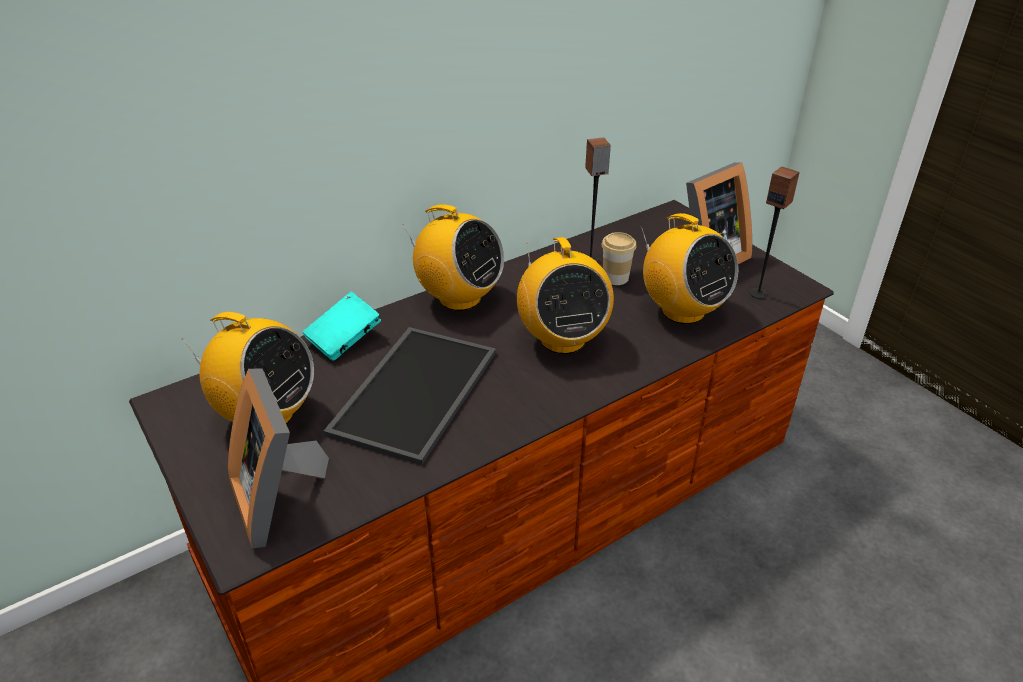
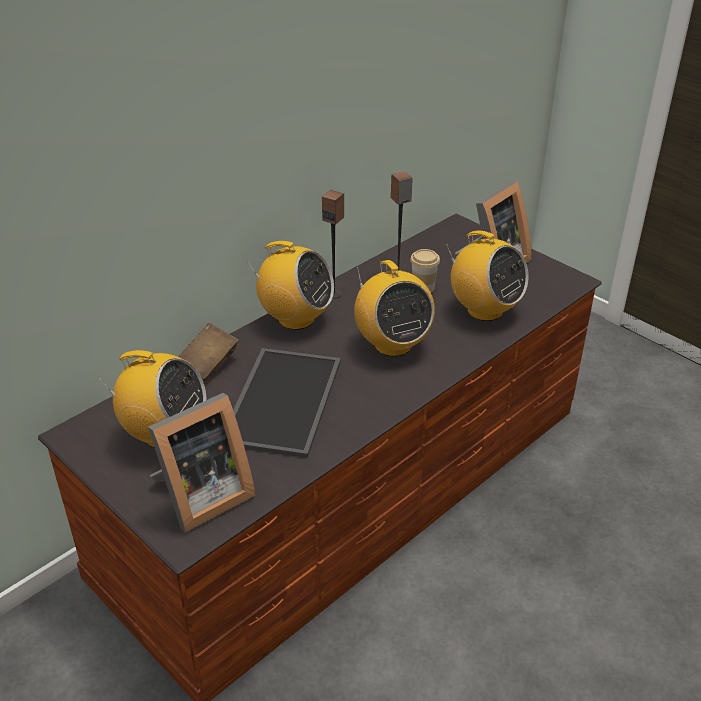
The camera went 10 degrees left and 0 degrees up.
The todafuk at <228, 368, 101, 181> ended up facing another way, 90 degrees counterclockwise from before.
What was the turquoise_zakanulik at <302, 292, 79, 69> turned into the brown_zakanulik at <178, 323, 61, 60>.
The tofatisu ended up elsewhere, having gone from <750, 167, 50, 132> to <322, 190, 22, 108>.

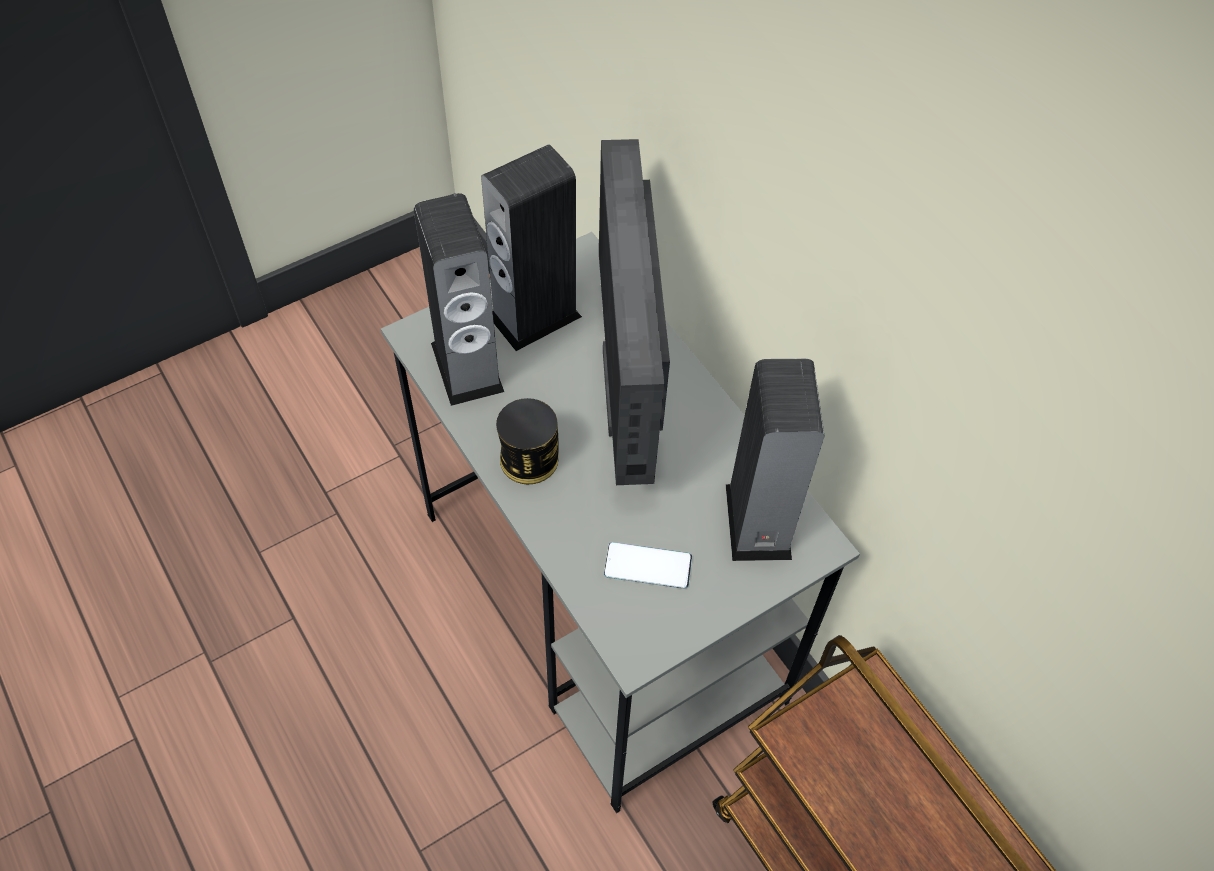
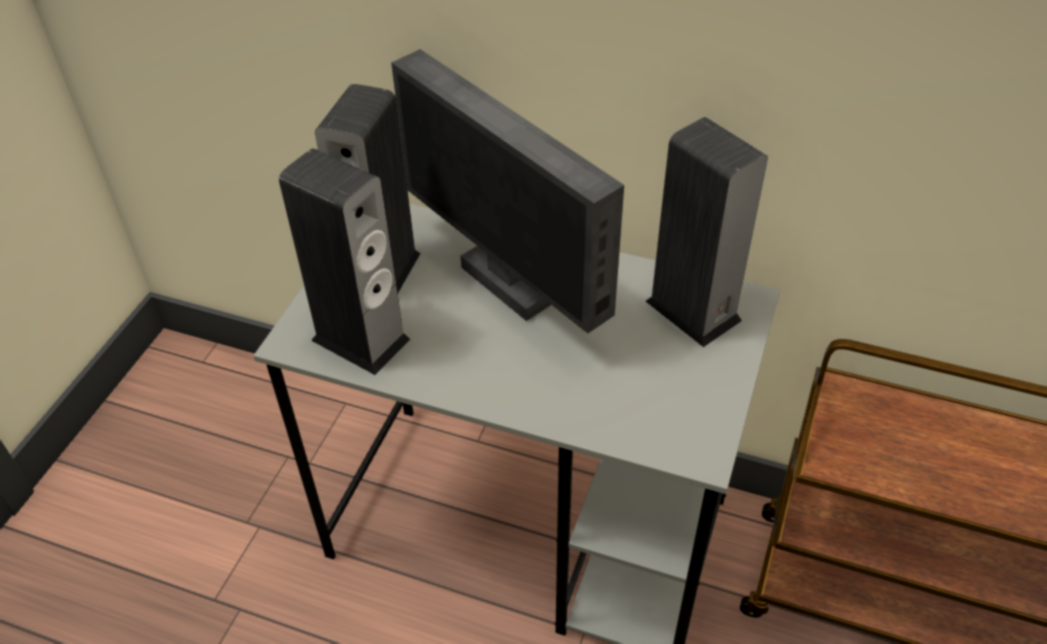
The camera went 35 degrees left and 10 degrees down.
The second view lost the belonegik at <496, 398, 63, 86>.
The second view lost the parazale at <604, 542, 88, 47>.

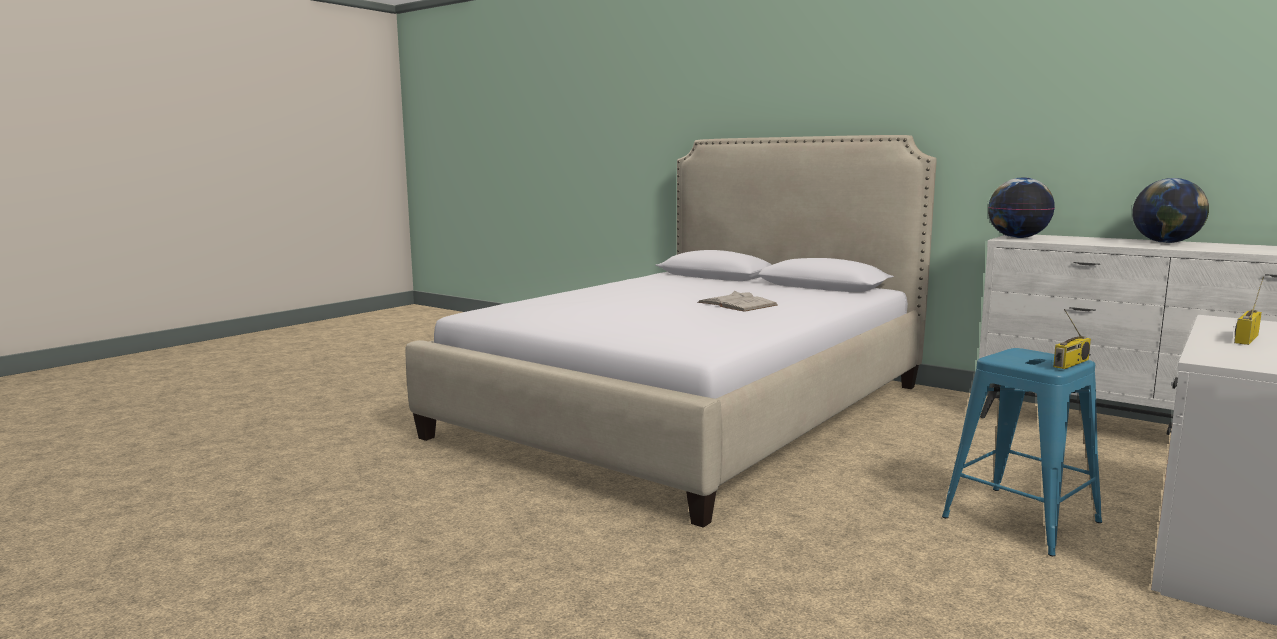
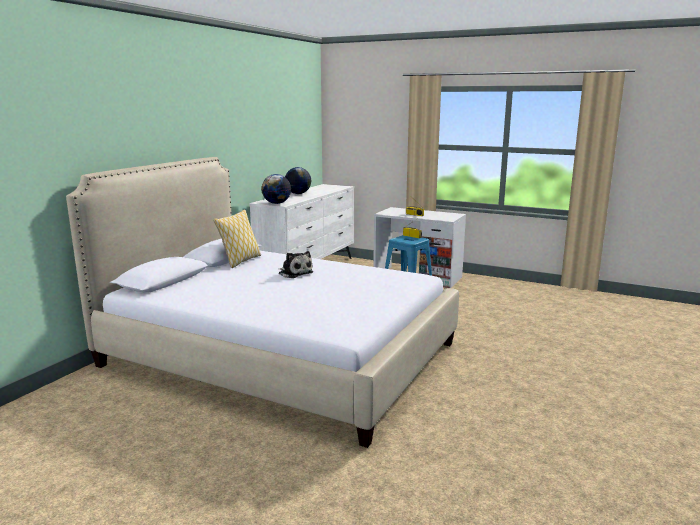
The camera went 100 degrees left and 5 degrees up.
Where the white_zakanulik stood at <697, 291, 80, 21>, the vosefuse came to stand at <279, 251, 34, 27>.
The second view gained the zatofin at <213, 210, 48, 58>.

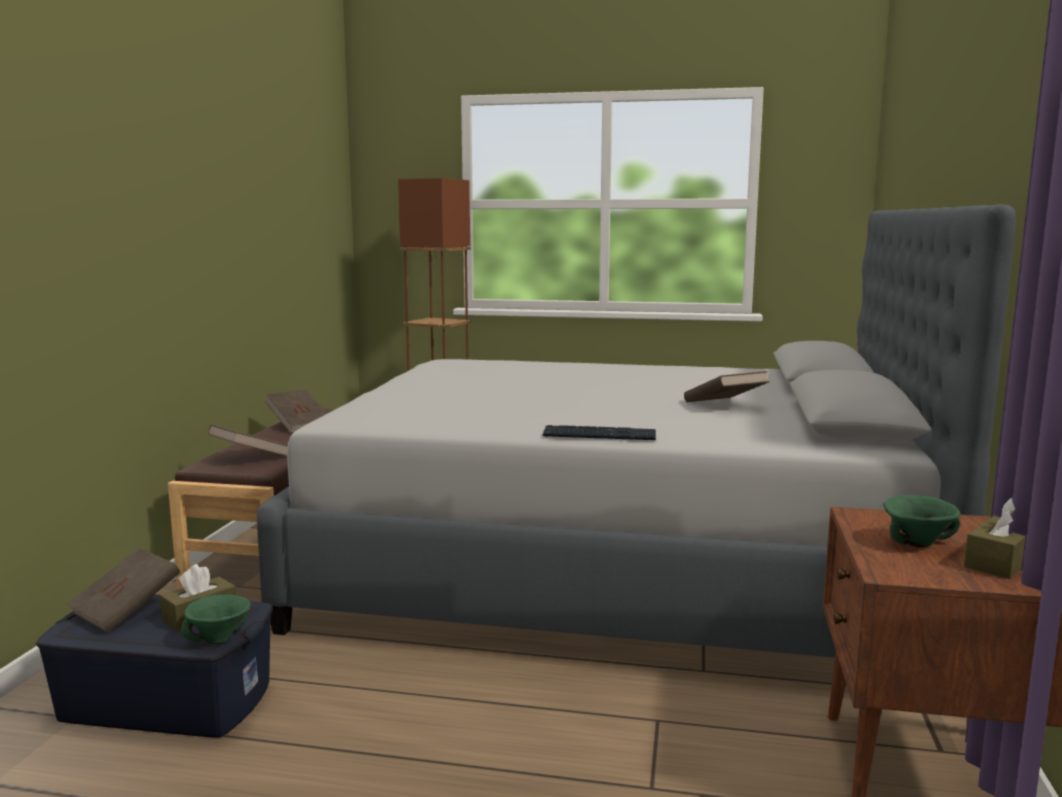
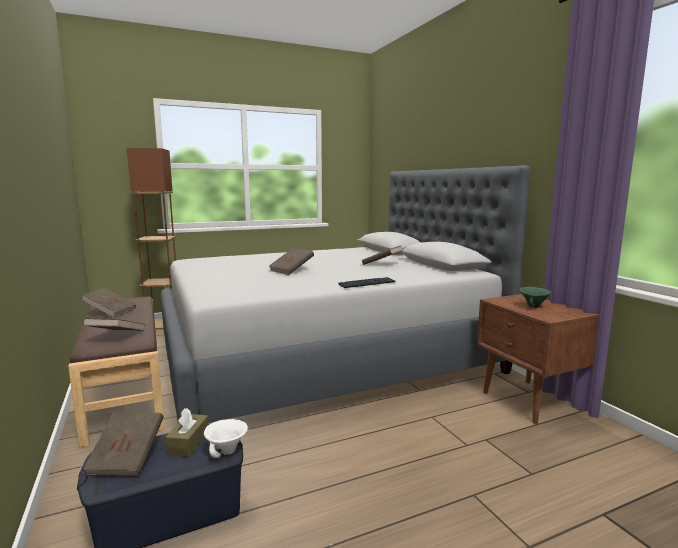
The camera went 35 degrees left and 0 degrees up.
What was the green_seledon at <181, 594, 70, 50> turned into the white_seledon at <204, 419, 44, 39>.
The second view lost the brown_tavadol at <964, 498, 61, 81>.
The second view gained the brown_zakanulik at <269, 248, 45, 27>.

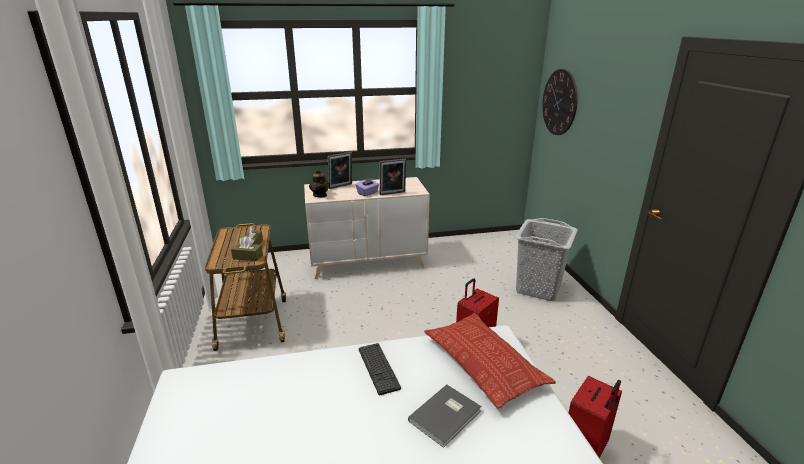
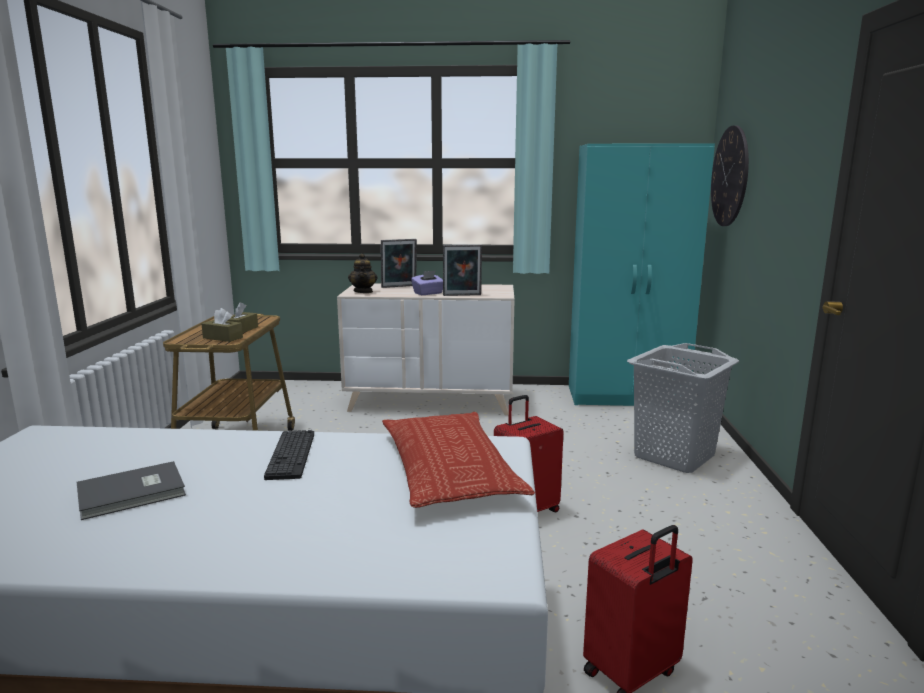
The camera went 15 degrees right and 10 degrees down.
The grey_zakanulik ended up elsewhere, having gone from <408, 385, 73, 63> to <77, 461, 109, 59>.
The second view gained the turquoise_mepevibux at <569, 143, 146, 263>.

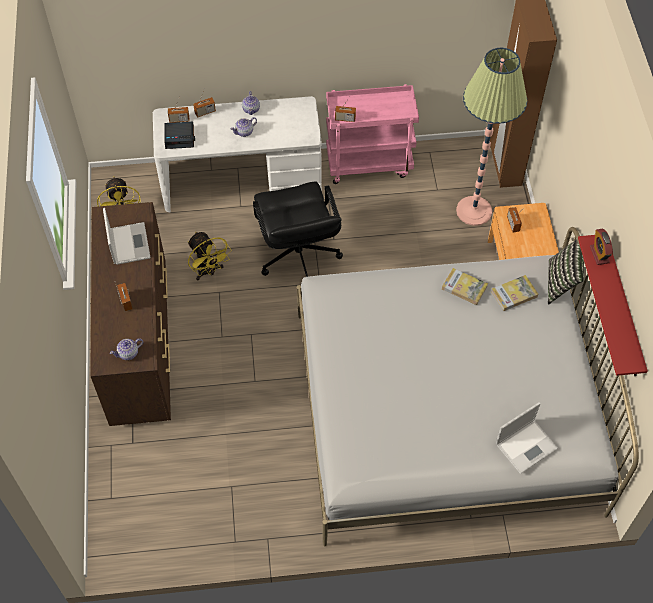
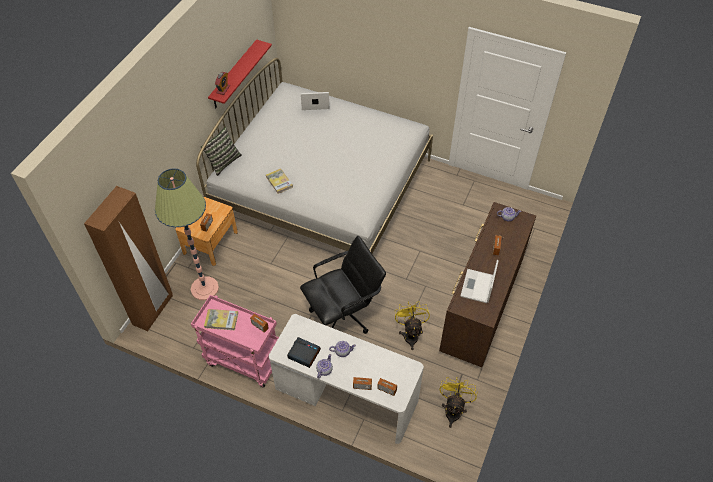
The camera went 150 degrees left and 5 degrees down.
The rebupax ended up elsewhere, having gone from <164, 122, 31, 27> to <287, 337, 34, 31>.
The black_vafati at <253, 182, 90, 95> ended up facing another way, 45 degrees clockwise from before.
The zakanulik ended up elsewhere, having gone from <491, 275, 47, 36> to <204, 309, 34, 21>.

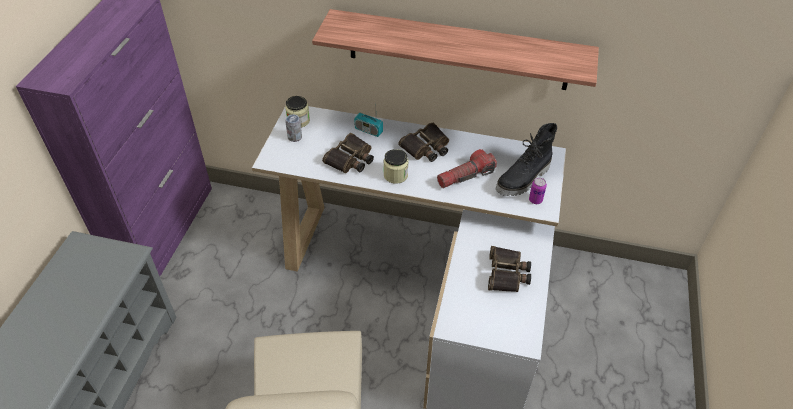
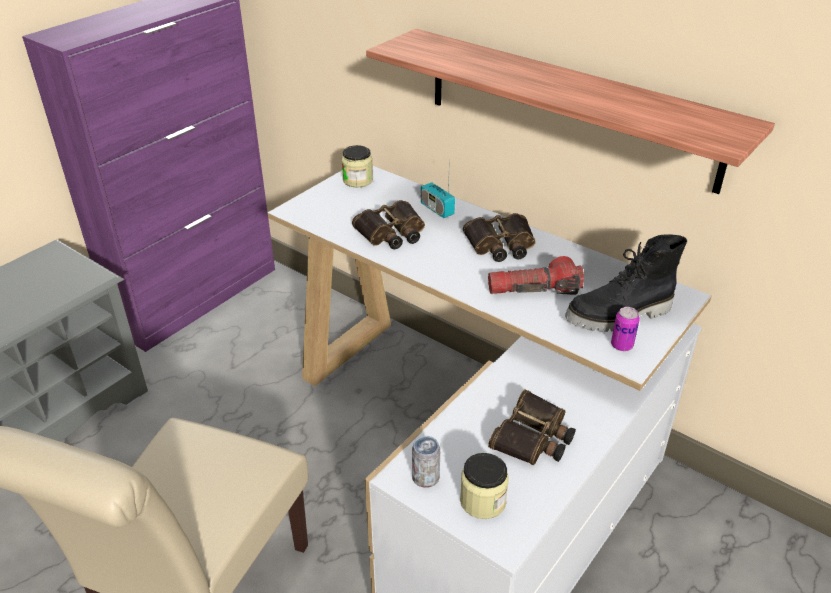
The camera went 25 degrees right and 10 degrees down.
The belonegik ended up elsewhere, having gone from <285, 114, 17, 28> to <412, 436, 28, 52>.
The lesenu ended up elsewhere, having gone from <384, 149, 24, 35> to <460, 453, 49, 66>.

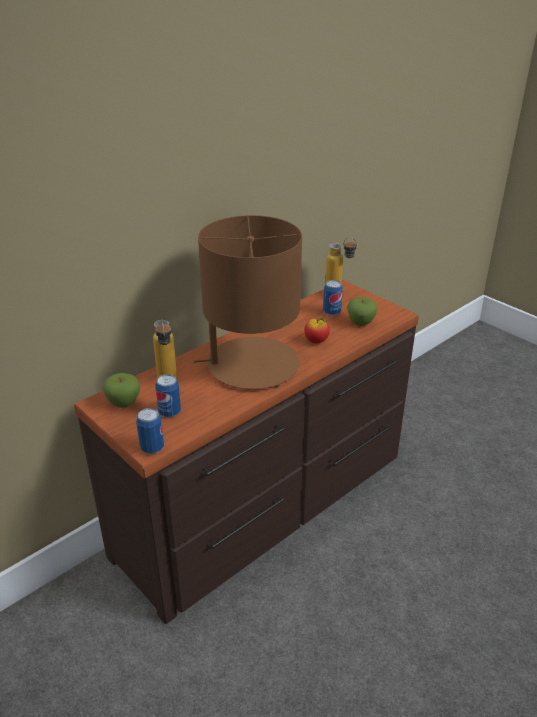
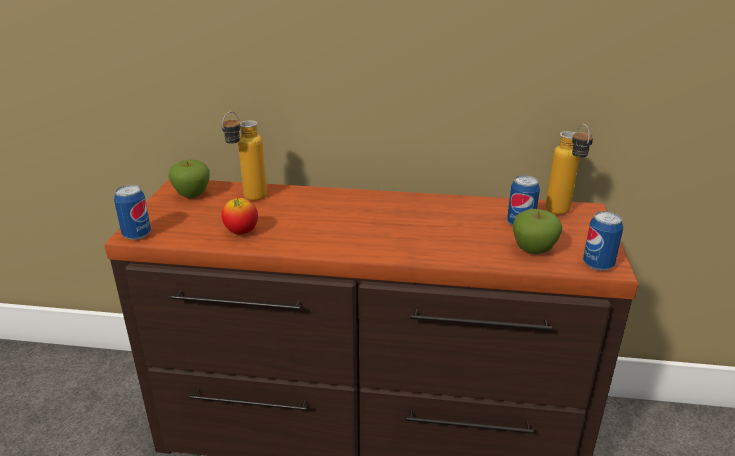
The camera went 50 degrees right and 5 degrees down.
The belonegik ended up elsewhere, having gone from <155, 374, 26, 44> to <583, 211, 40, 60>.
The second view lost the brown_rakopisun at <194, 215, 108, 174>.
The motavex ended up elsewhere, having gone from <304, 318, 25, 25> to <222, 198, 36, 37>.

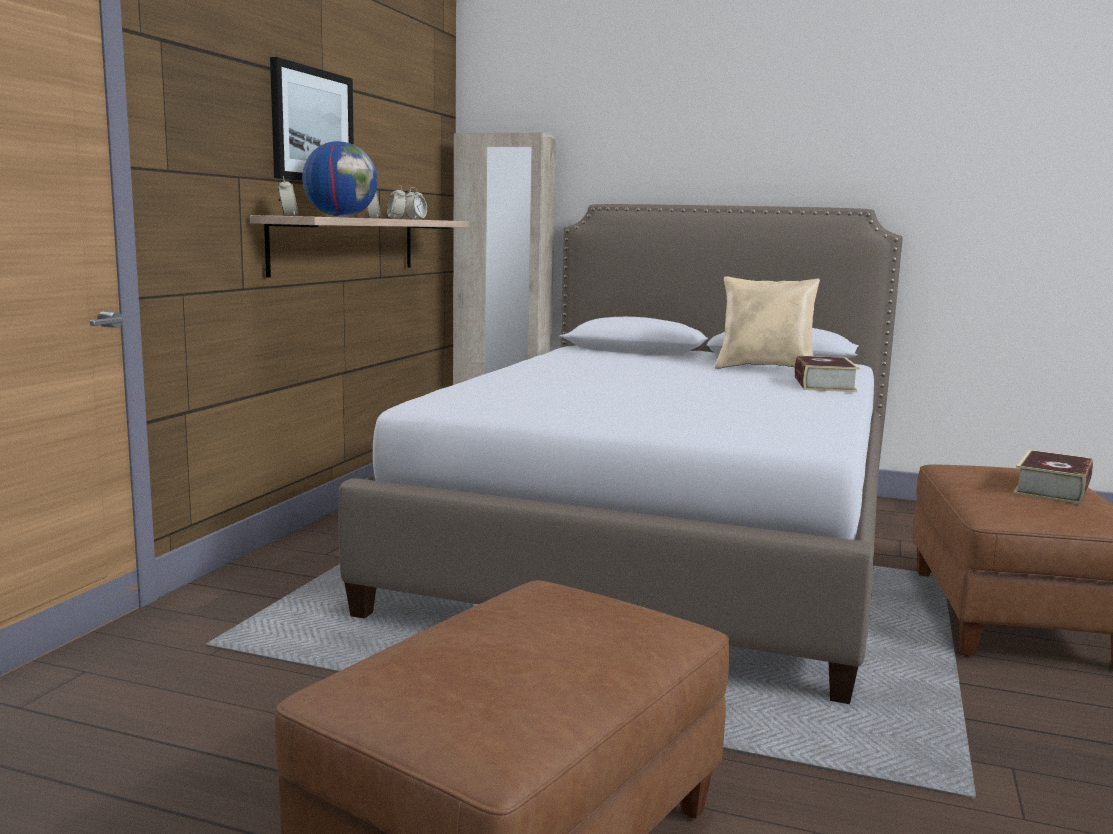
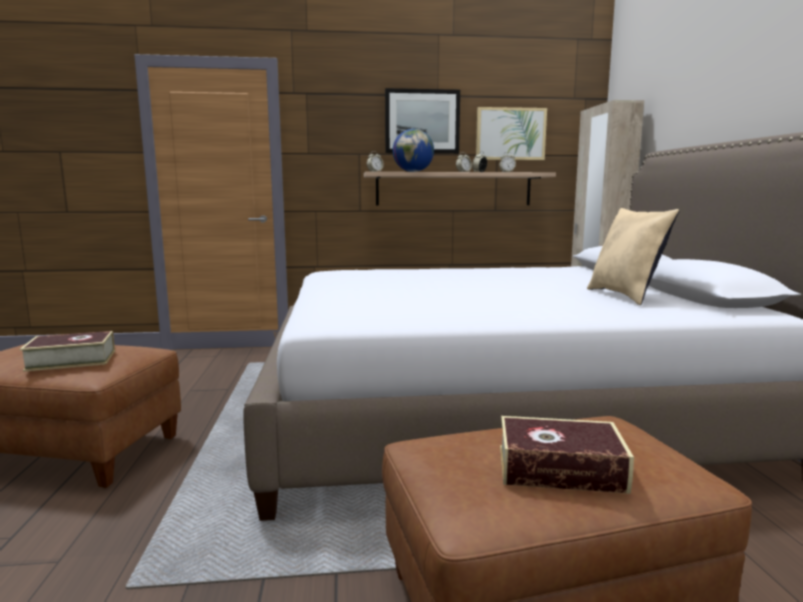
The camera went 65 degrees right and 0 degrees up.
The zakanulik ended up elsewhere, having gone from <795, 356, 65, 36> to <20, 331, 95, 41>.
The second view gained the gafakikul at <476, 107, 71, 53>.

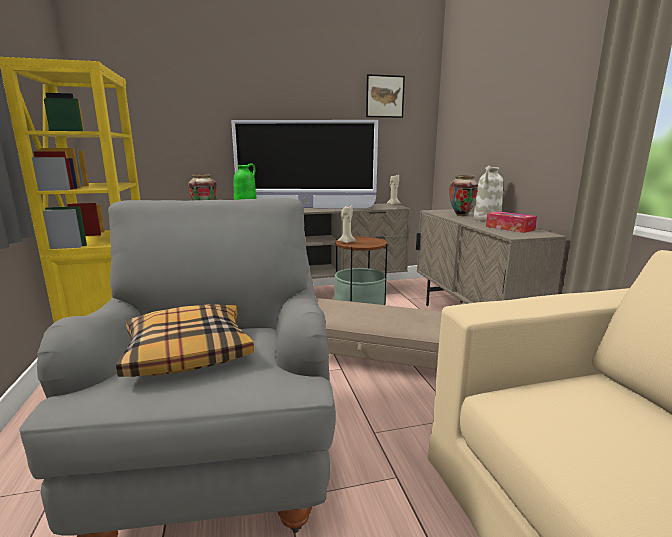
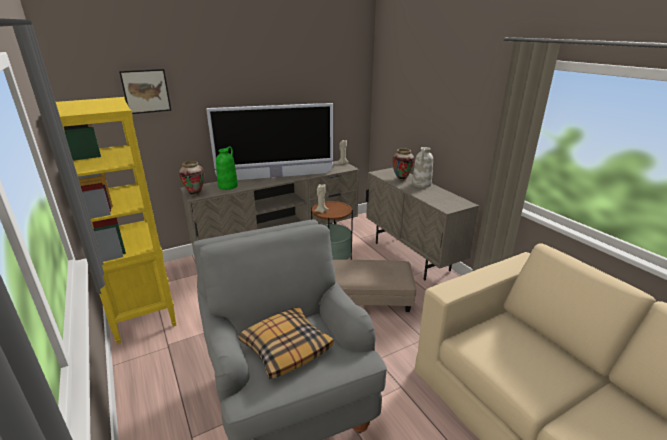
The camera went 15 degrees left and 10 degrees up.
The gafakikul ended up elsewhere, having gone from <366, 74, 39, 44> to <119, 69, 52, 45>.
The second view lost the tavadol at <486, 211, 51, 22>.

